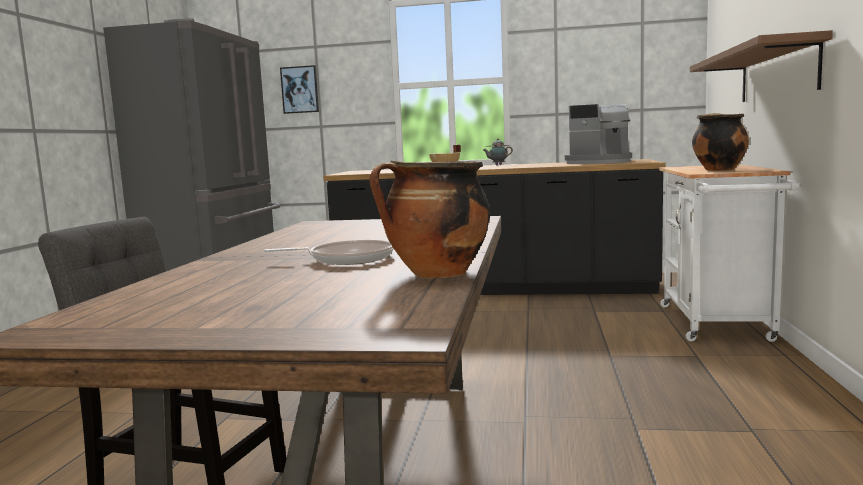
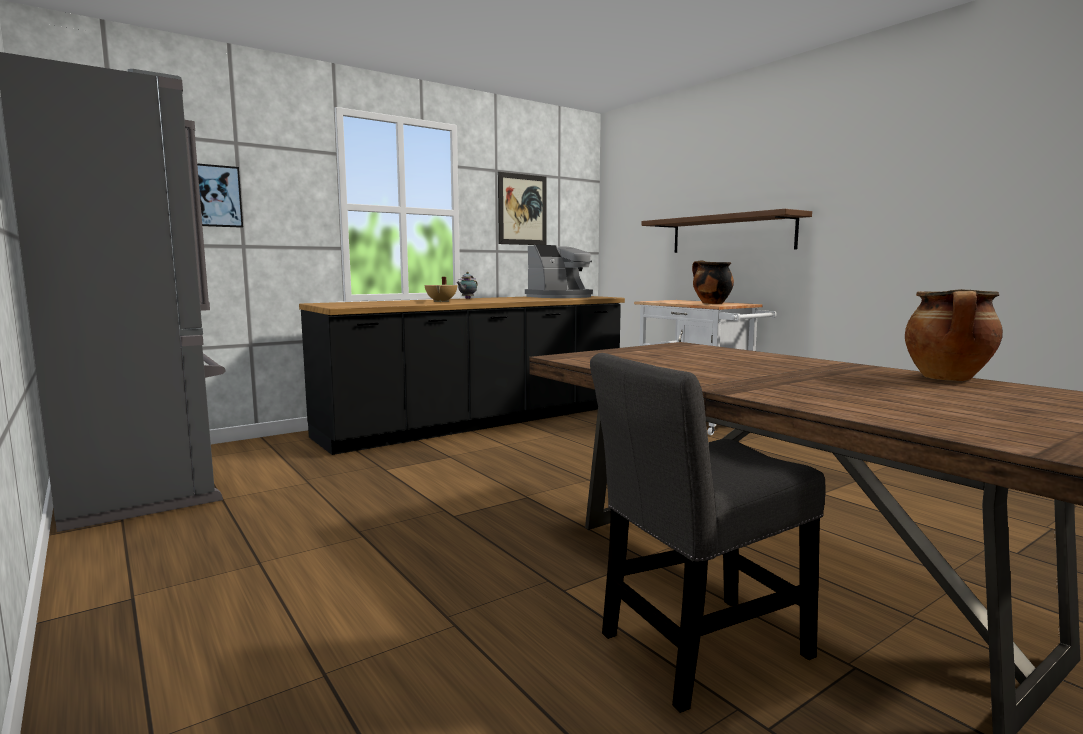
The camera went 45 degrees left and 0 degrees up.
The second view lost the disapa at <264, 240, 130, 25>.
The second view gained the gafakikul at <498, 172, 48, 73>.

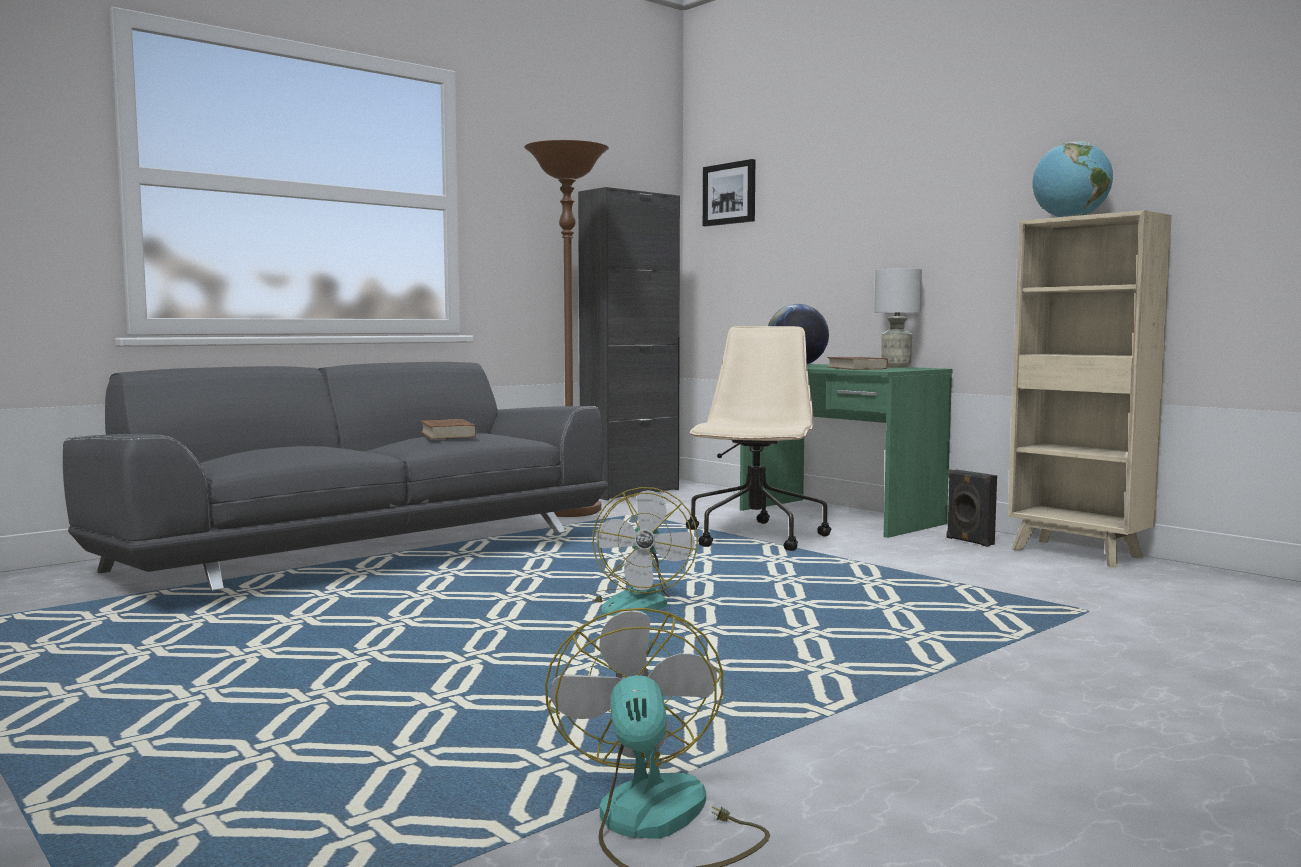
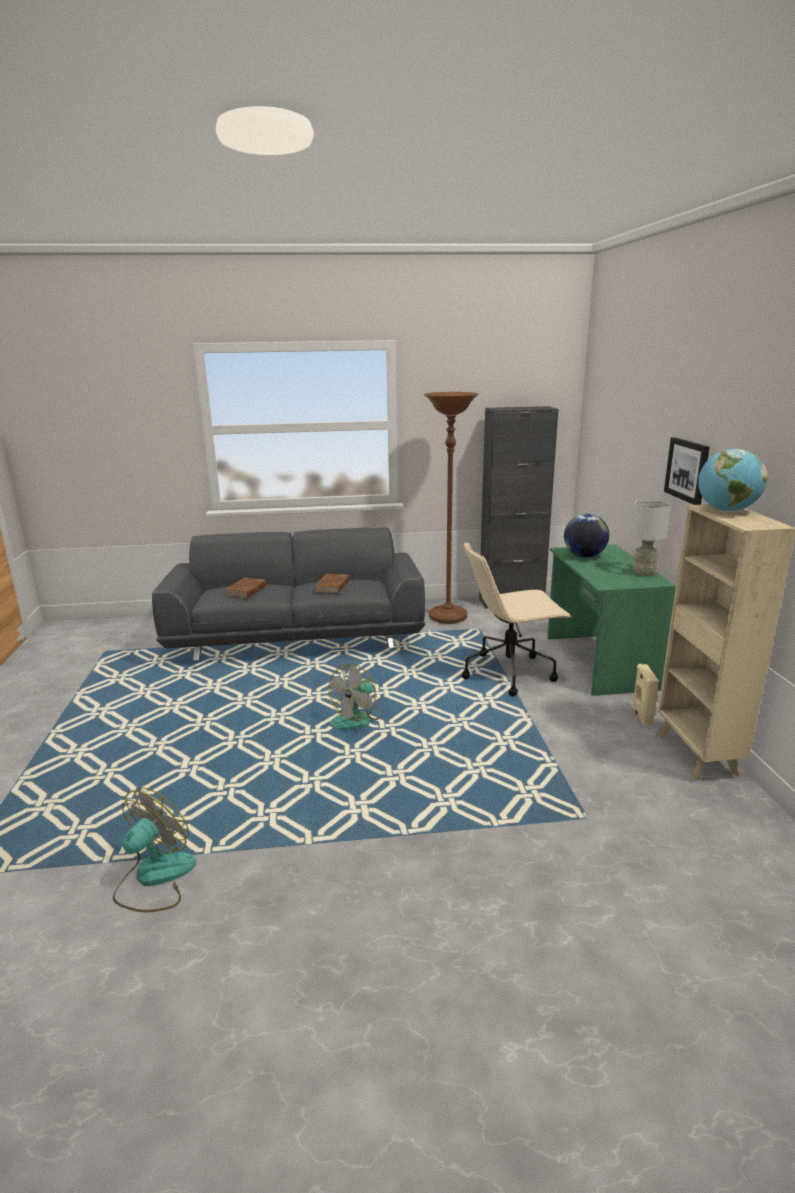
The camera went 35 degrees right and 15 degrees up.
The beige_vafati at <686, 326, 145, 225> ended up facing another way, 150 degrees counterclockwise from before.
The gafakikul ended up elsewhere, having gone from <703, 159, 52, 67> to <664, 437, 46, 68>.
The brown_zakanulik ended up elsewhere, having gone from <827, 357, 61, 13> to <225, 578, 41, 20>.
What was the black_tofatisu at <946, 469, 51, 78> turned into the beige_tofatisu at <632, 664, 27, 62>.

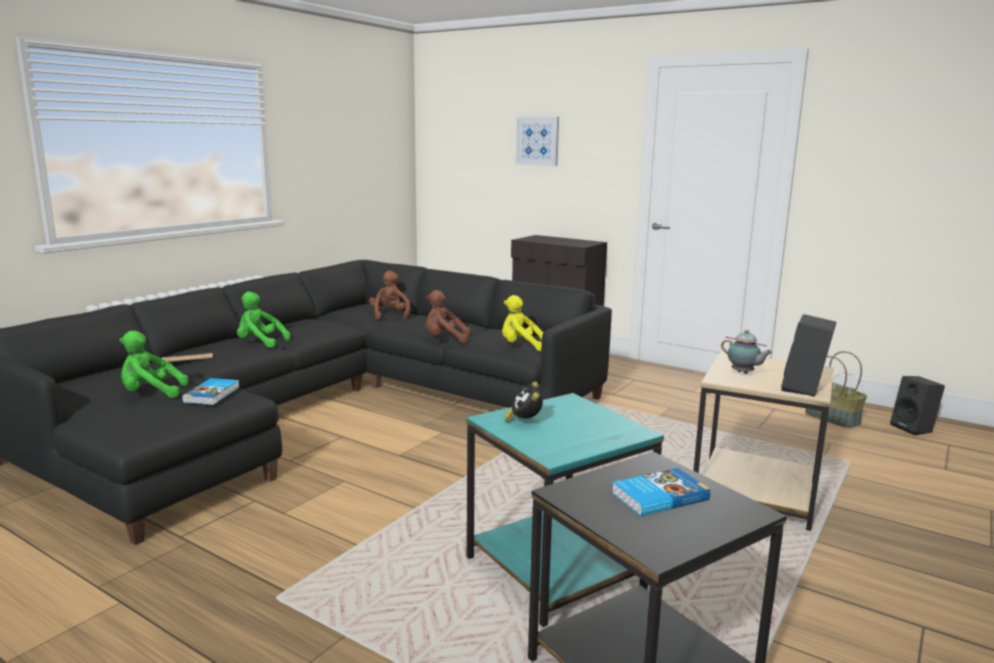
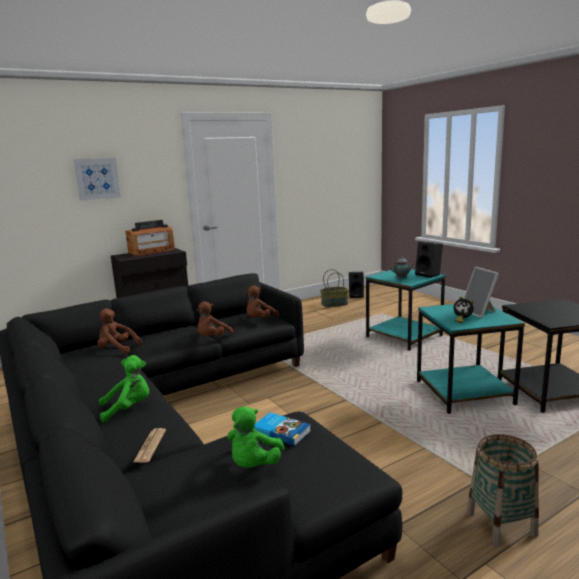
The camera went 65 degrees left and 0 degrees up.
The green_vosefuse at <237, 292, 54, 56> ended up facing another way, 150 degrees counterclockwise from before.
What was the yellow_vosefuse at <502, 295, 41, 56> turned into the brown_vosefuse at <246, 286, 33, 31>.
The second view lost the zakanulik at <612, 468, 98, 48>.
What was the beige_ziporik at <693, 352, 141, 179> turned into the turquoise_ziporik at <366, 269, 80, 82>.
The second view gained the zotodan at <126, 220, 49, 36>.
The second view gained the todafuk at <464, 267, 35, 51>.
The second view gained the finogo at <467, 434, 72, 112>.

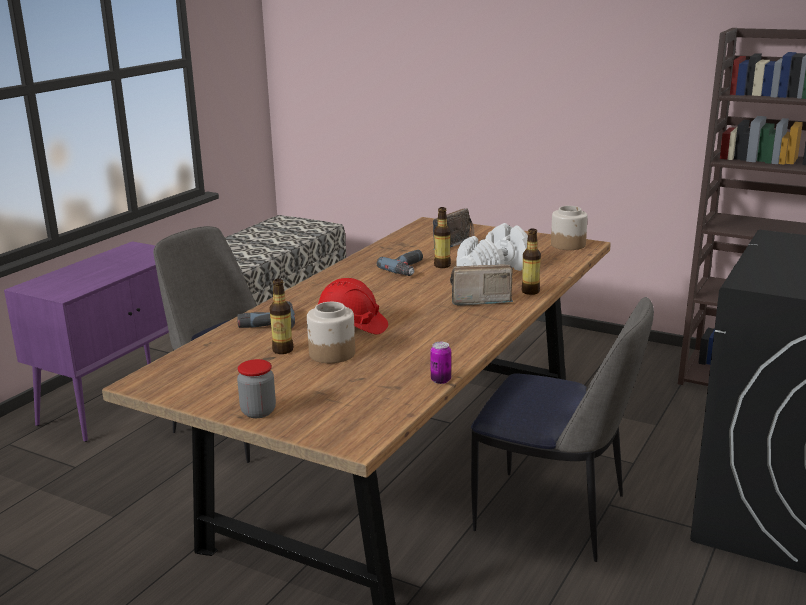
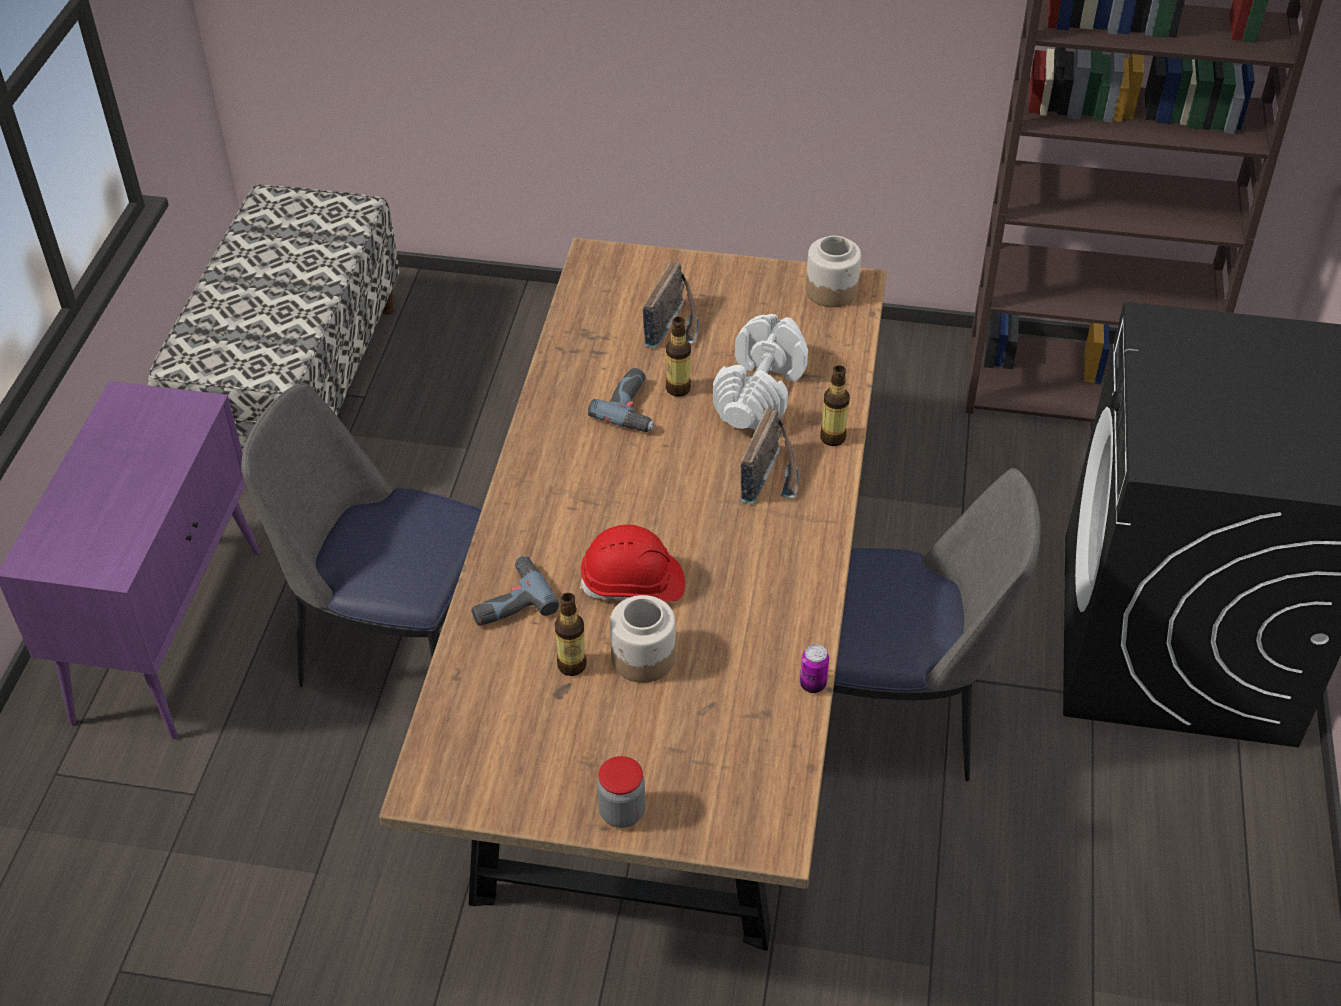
The camera went 20 degrees left and 25 degrees up.
The zotodan at <450, 264, 63, 41> ended up facing another way, 135 degrees clockwise from before.

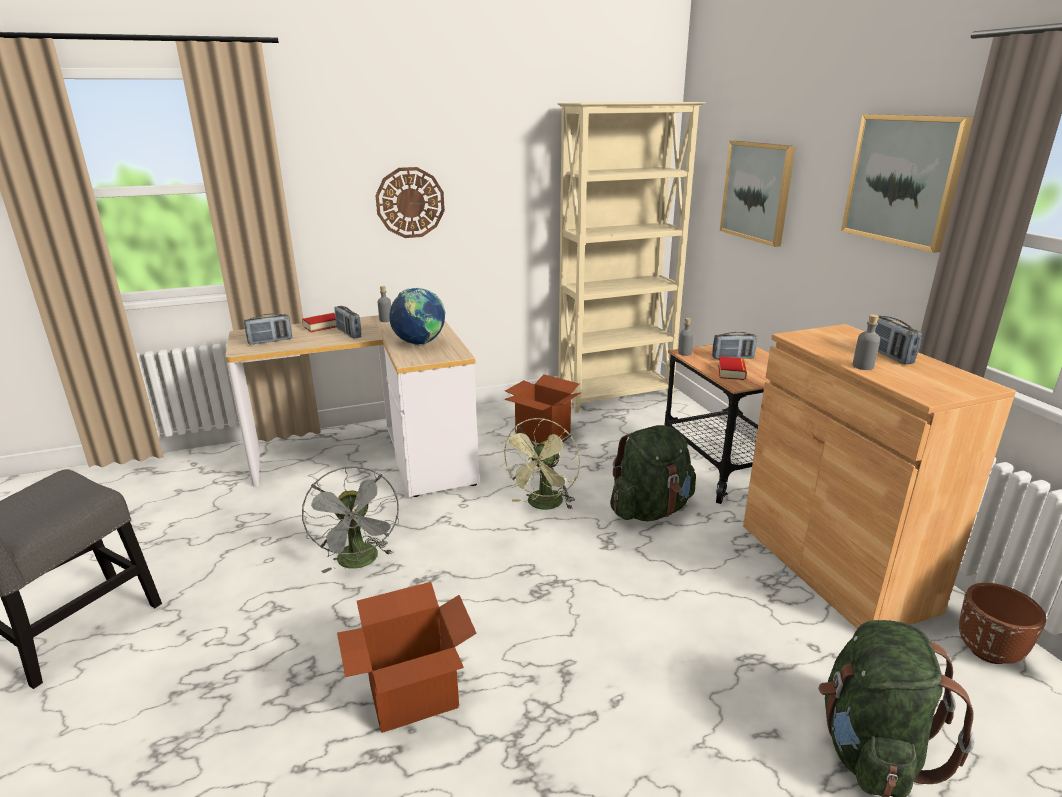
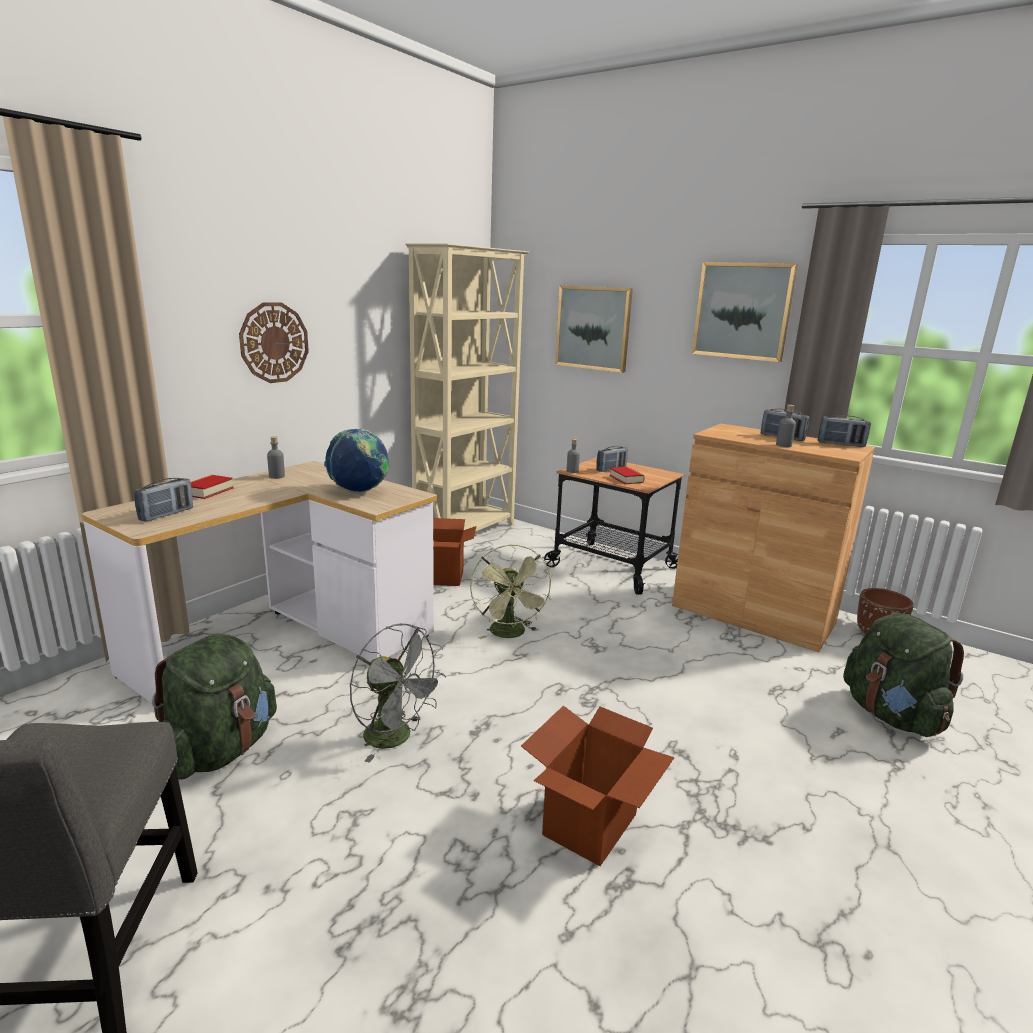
The camera went 35 degrees left and 5 degrees down.
The zotodan ended up elsewhere, having gone from <334, 306, 27, 33> to <818, 415, 53, 32>.
The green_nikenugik ended up elsewhere, having gone from <610, 425, 86, 96> to <152, 634, 125, 145>.

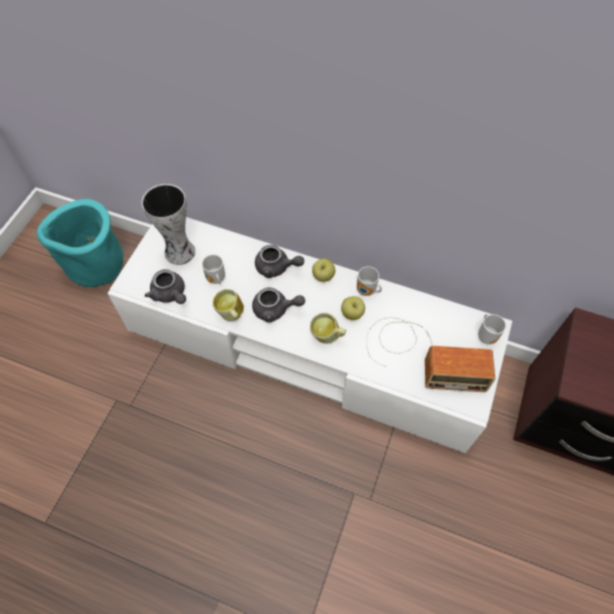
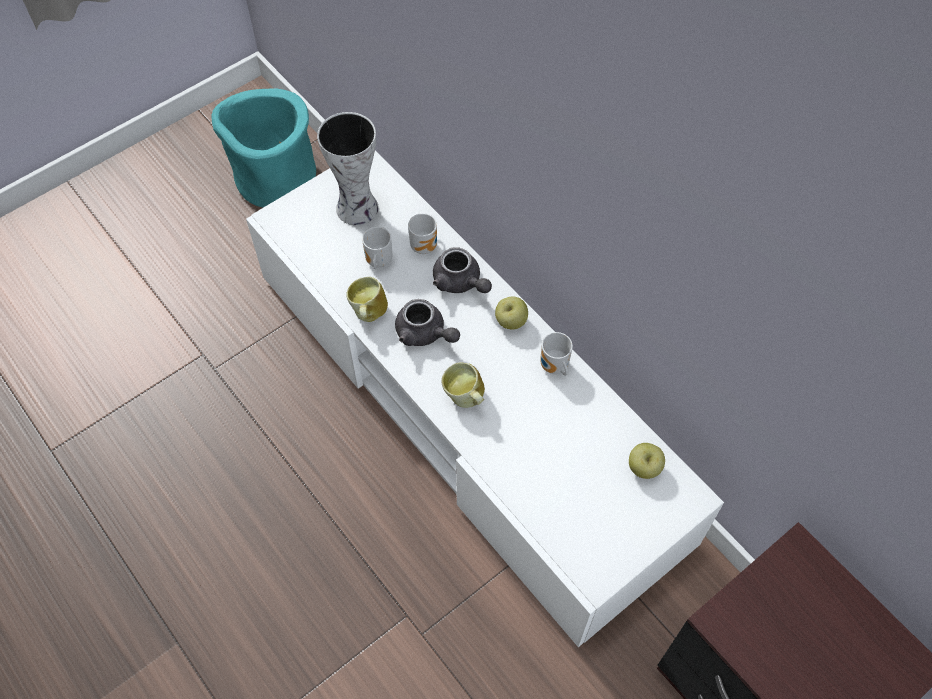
The camera went 30 degrees right and 0 degrees up.
The second view lost the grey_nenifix at <145, 269, 41, 35>.
The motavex ended up elsewhere, having gone from <341, 296, 24, 24> to <629, 443, 36, 36>.
The second view lost the zotodan at <366, 317, 129, 75>.
The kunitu ended up elsewhere, having gone from <478, 314, 28, 30> to <408, 213, 29, 41>.

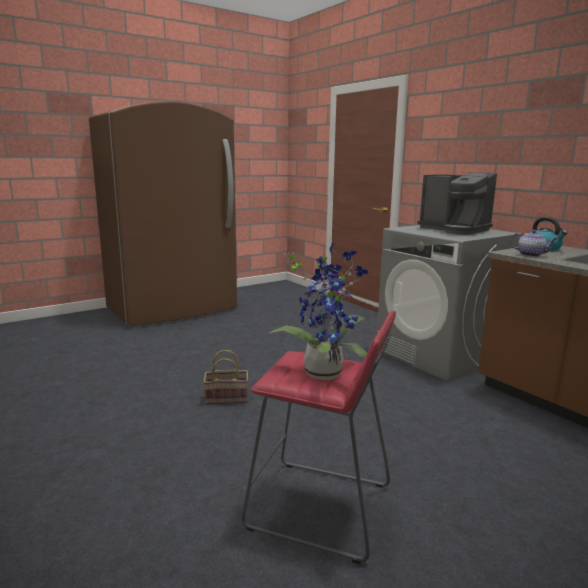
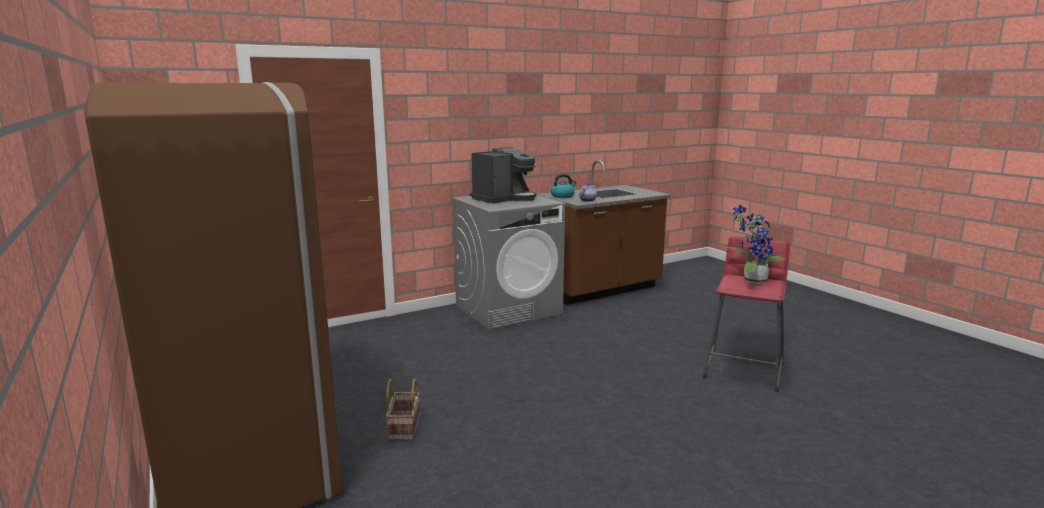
The camera went 85 degrees left and 0 degrees up.
The finogo ended up elsewhere, having gone from <203, 350, 45, 55> to <386, 379, 34, 62>.

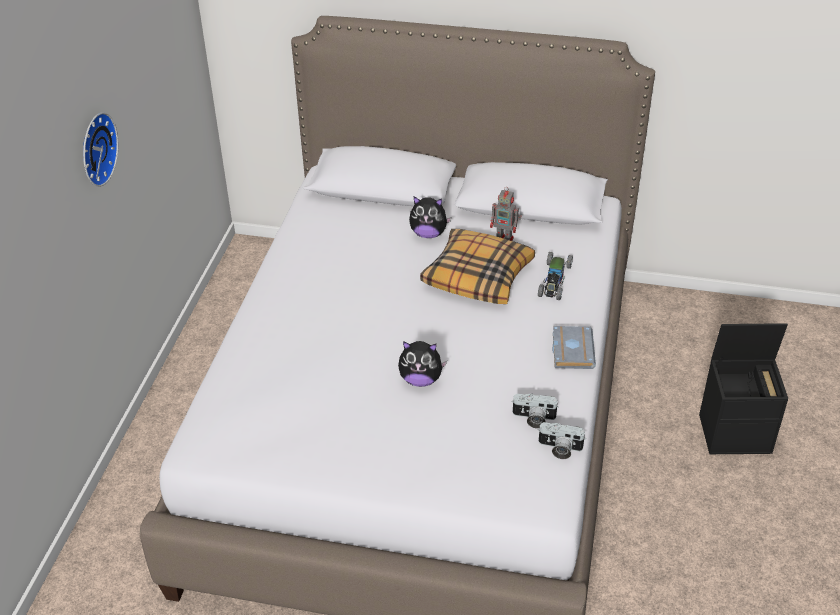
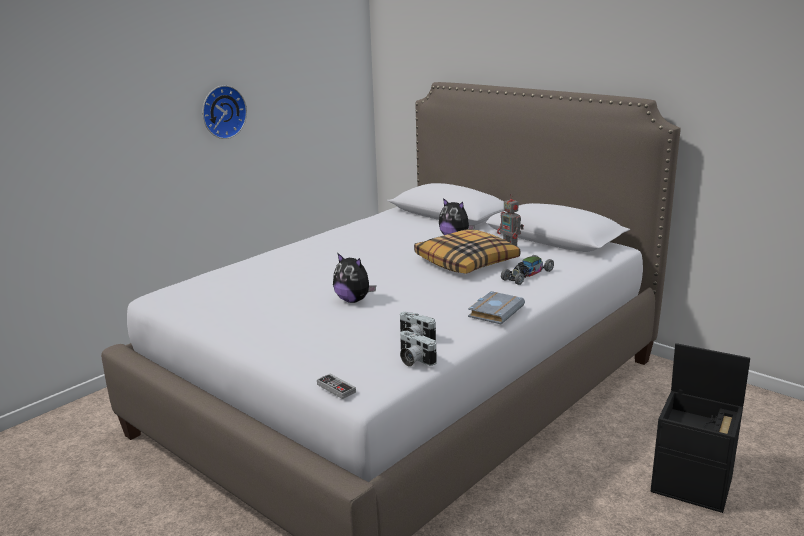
The camera went 30 degrees right and 20 degrees down.
The second view gained the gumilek at <317, 374, 39, 25>.

